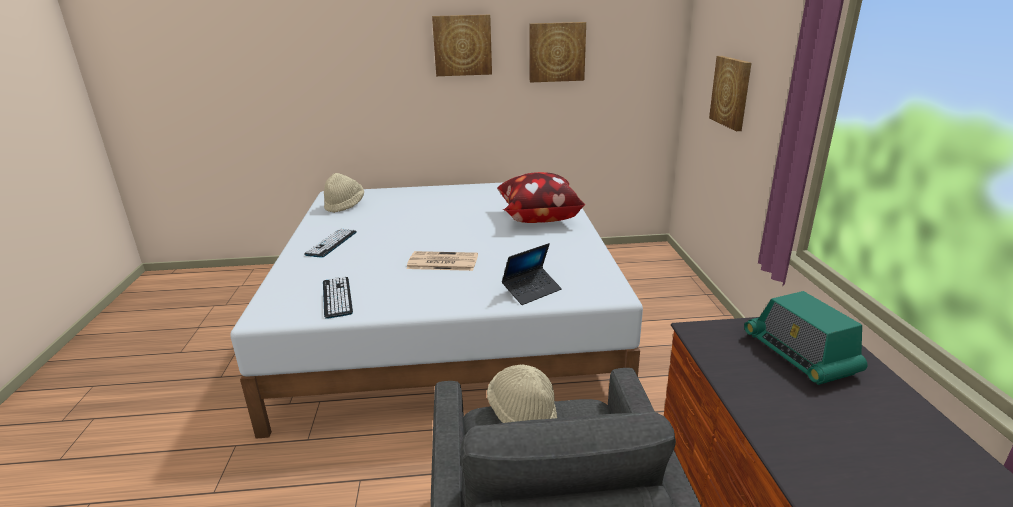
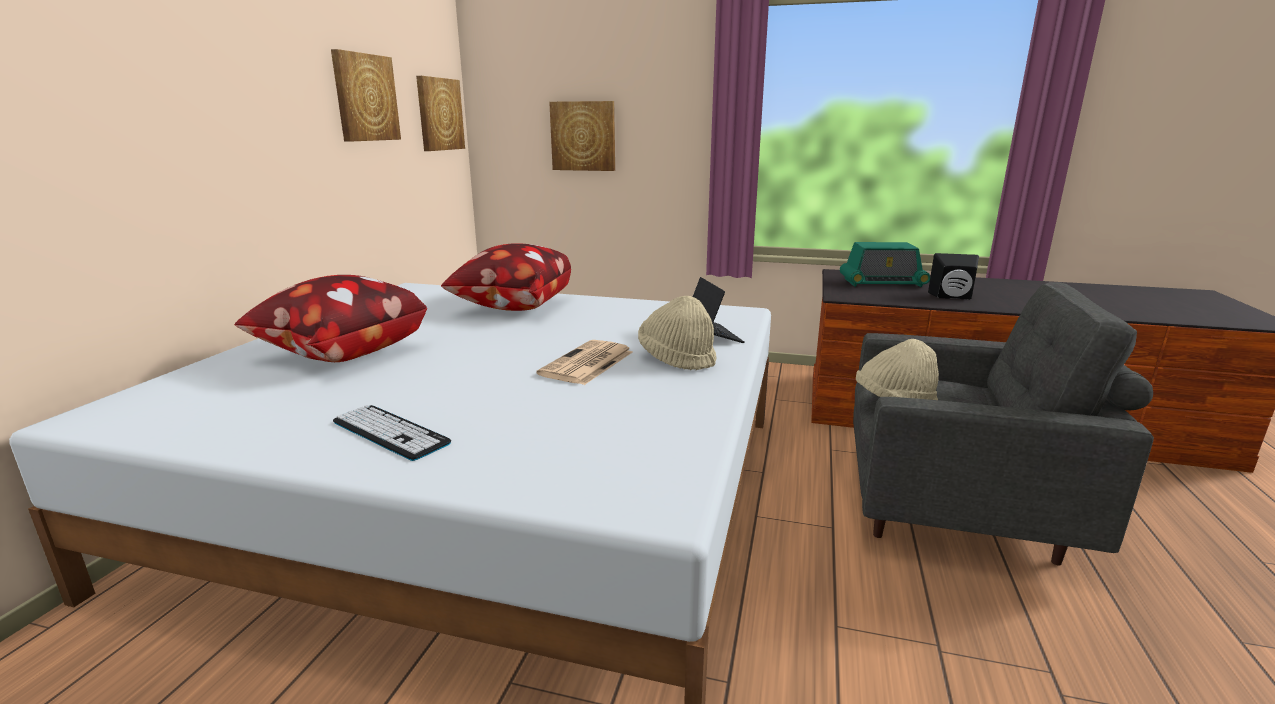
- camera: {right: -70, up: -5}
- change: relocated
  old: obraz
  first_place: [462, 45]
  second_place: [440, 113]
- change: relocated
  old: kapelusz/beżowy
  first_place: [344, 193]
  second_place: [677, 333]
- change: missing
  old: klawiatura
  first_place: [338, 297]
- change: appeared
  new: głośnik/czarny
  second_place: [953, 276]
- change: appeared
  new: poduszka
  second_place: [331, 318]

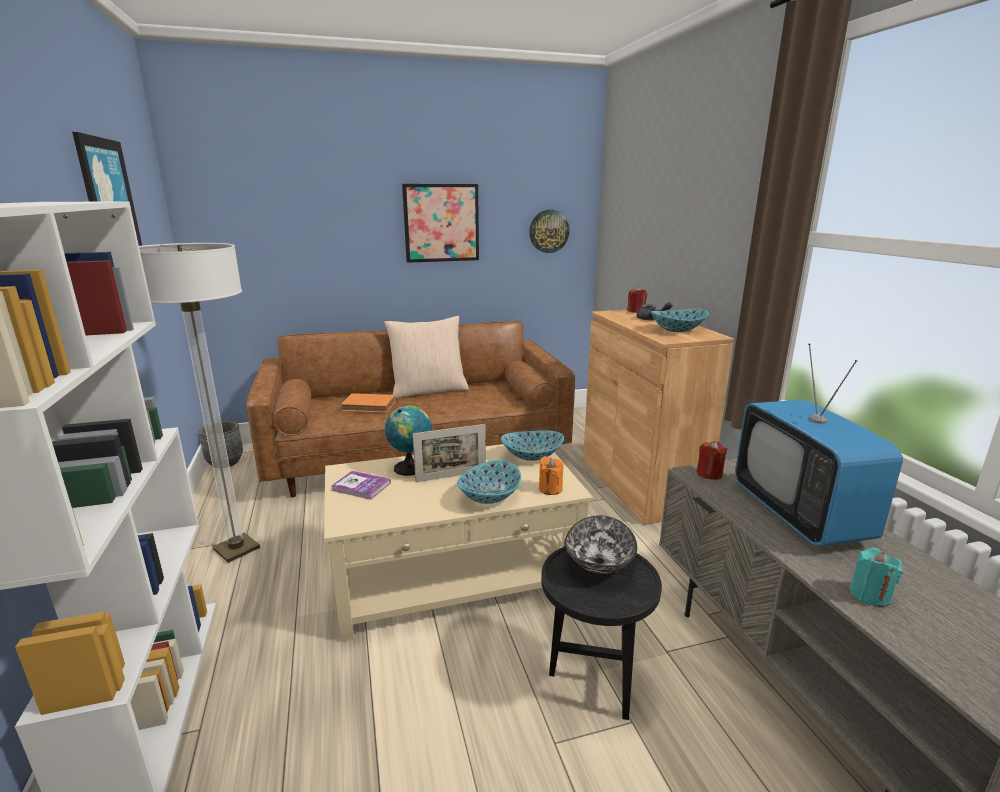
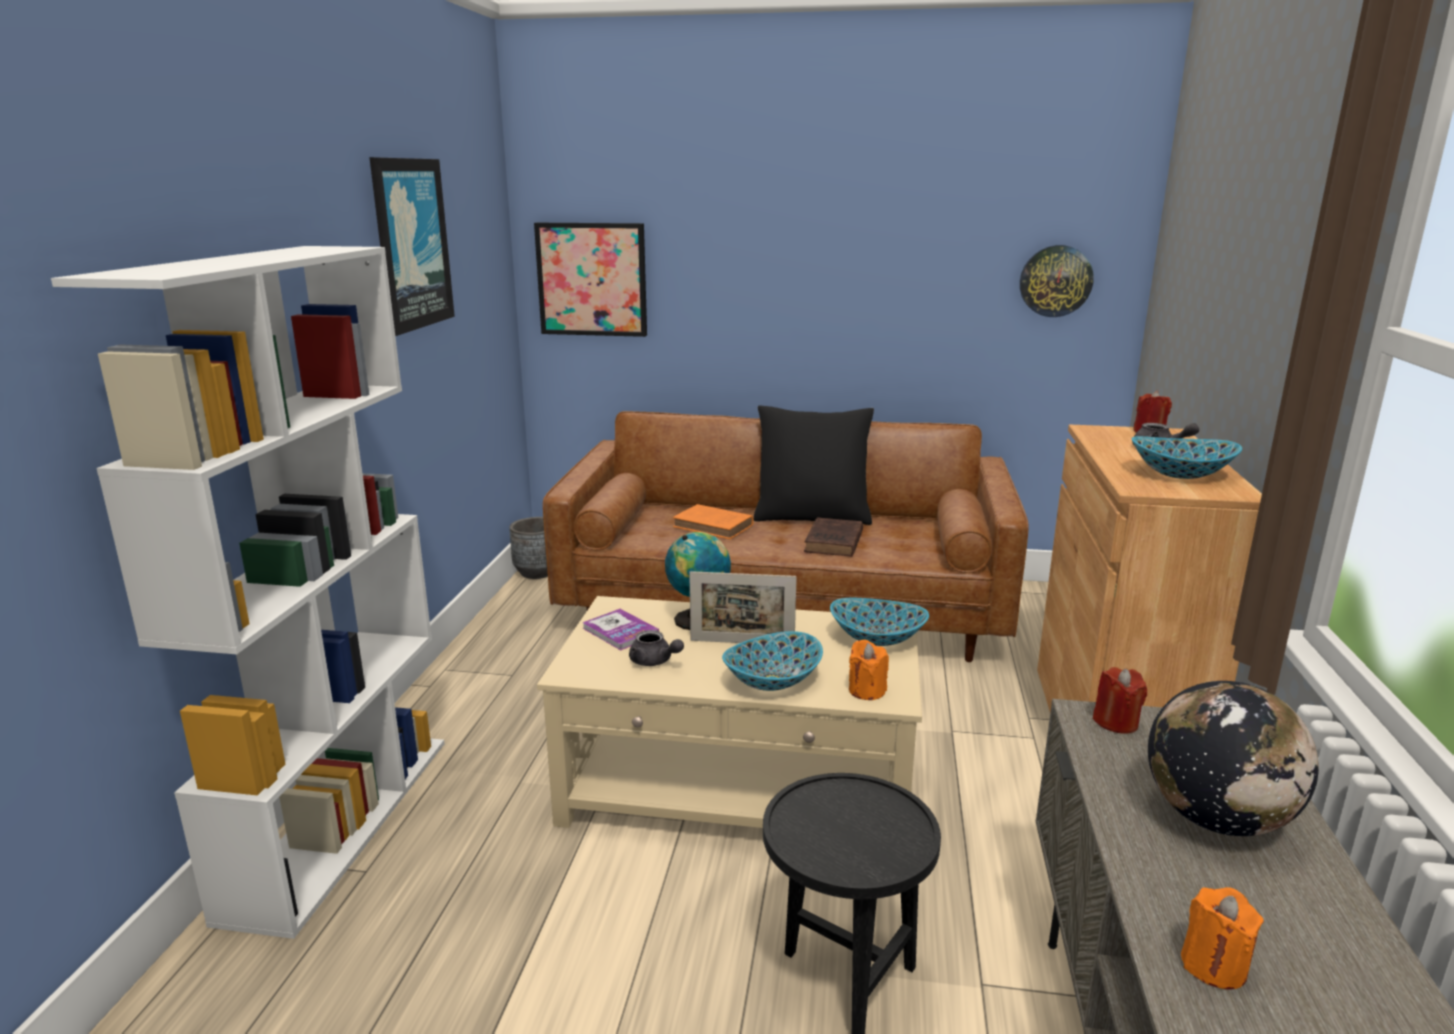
- camera: {right: 25, up: 0}
- change: relocated
  old: obraz
  first_place: [440, 223]
  second_place: [590, 280]
- change: missing
  old: lampa stojąca
  first_place: [199, 403]
- change: colour
  old: poduszka/beżowy
  new: poduszka/czarny
  first_place: [426, 357]
  second_place: [813, 465]
- change: exchanged
  old: telewizor
  new: globus
  first_place: [819, 444]
  second_place: [1233, 758]
- change: missing
  old: miska
  first_place: [601, 544]
- change: colour
  old: świeca/turkusowy
  new: świeca/pomarańczowy
  first_place: [876, 577]
  second_place: [1222, 938]
- change: appeared
  new: książka/brązowy
  second_place: [833, 537]
- change: appeared
  new: imbryk/szary
  second_place: [656, 648]

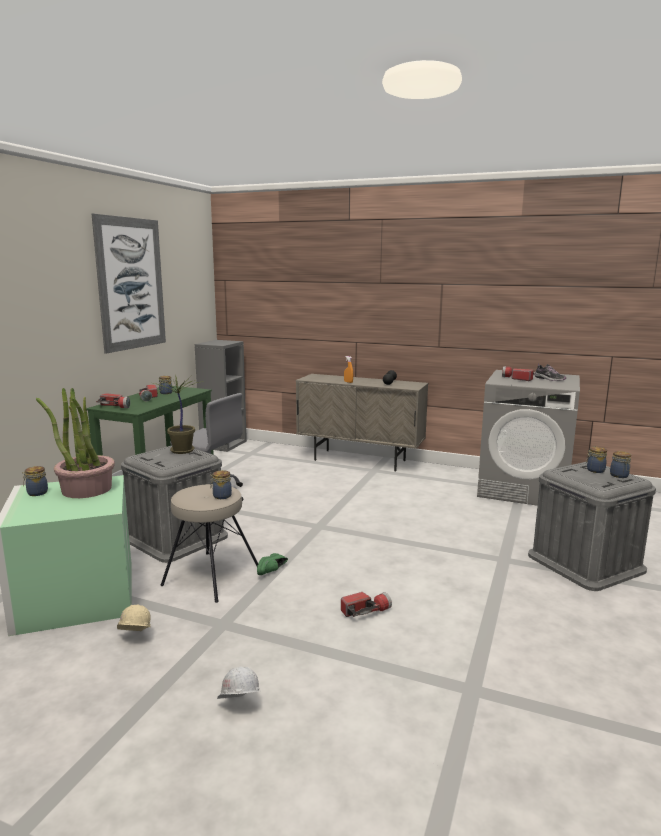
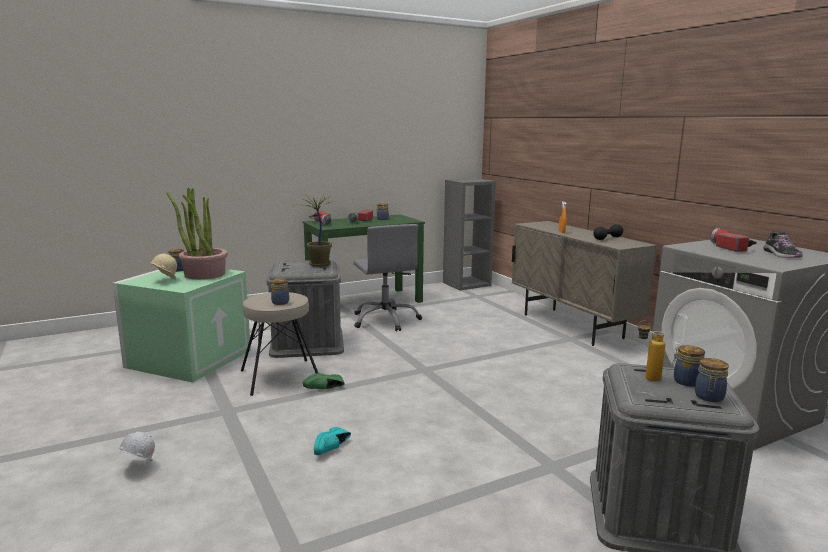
- camera: {right: 40, up: 0}
- change: missing
  old: obraz
  first_place: [129, 284]
- change: exchanged
  old: latarka
  new: but/turkusowy
  first_place: [366, 604]
  second_place: [332, 441]
- change: relocated
  old: kask/beżowy
  first_place: [134, 617]
  second_place: [164, 266]
- change: appeared
  new: butelka
  second_place: [651, 351]

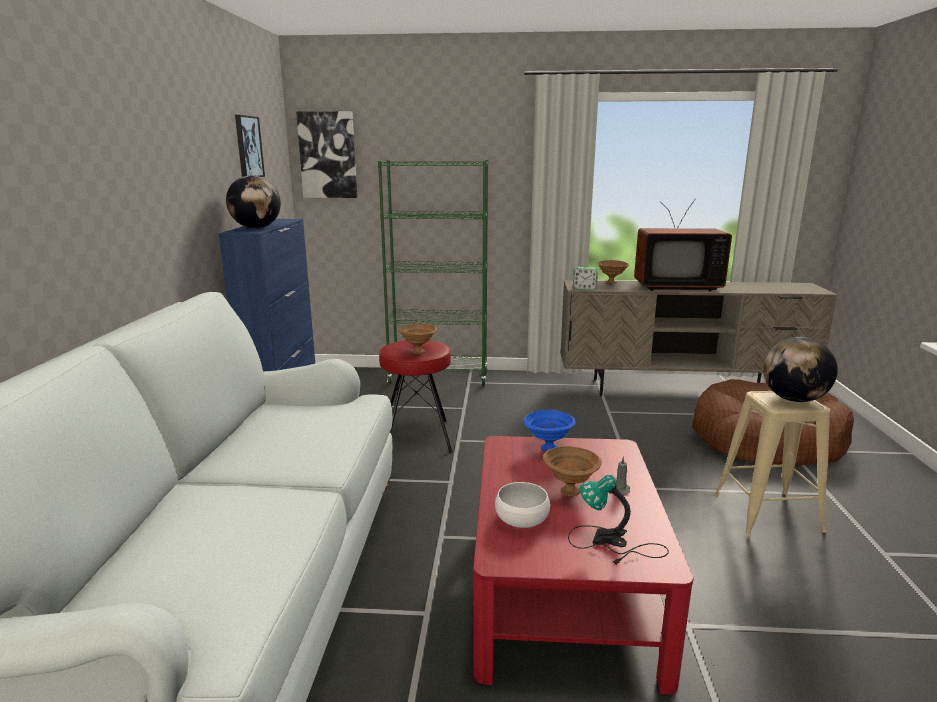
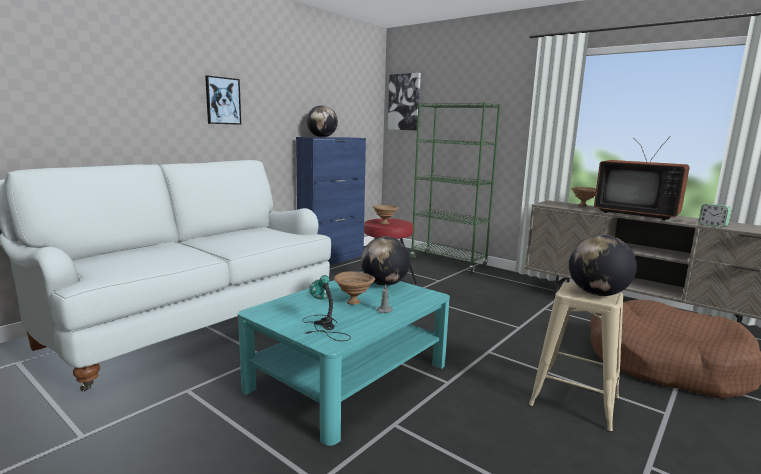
- camera: {right: 35, up: -5}
- change: relocated
  old: obraz
  first_place: [250, 146]
  second_place: [223, 100]
- change: relocated
  old: budzik
  first_place: [585, 278]
  second_place: [715, 216]
- change: exchanged
  old: miska/niebieski
  new: globus
  first_place: [549, 431]
  second_place: [385, 261]
- change: colour
  old: ława/czerwony
  new: ława/turkusowy
  first_place: [583, 565]
  second_place: [344, 358]
- change: missing
  old: miska/biały
  first_place: [522, 505]

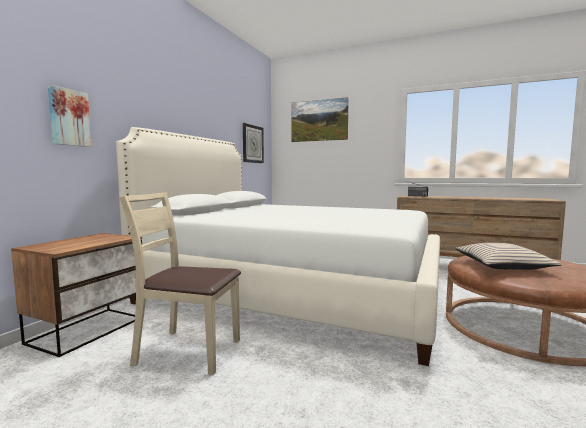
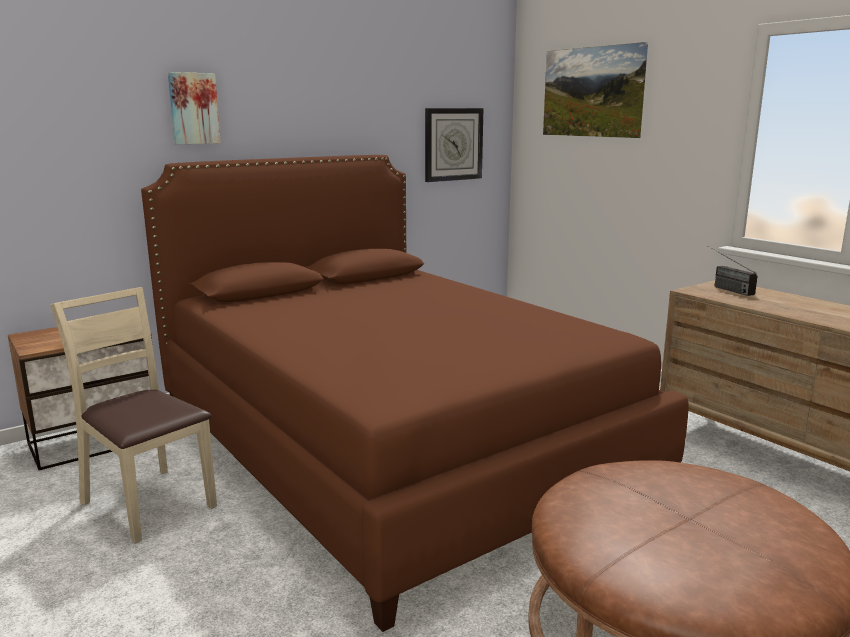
- camera: {right: 30, up: 10}
- change: relocated
  old: obraz
  first_place: [69, 116]
  second_place: [194, 108]
- change: colour
  old: łóżko/biały
  new: łóżko/brązowy
  first_place: [278, 246]
  second_place: [415, 393]
- change: missing
  old: poduszka/beżowy
  first_place: [508, 256]

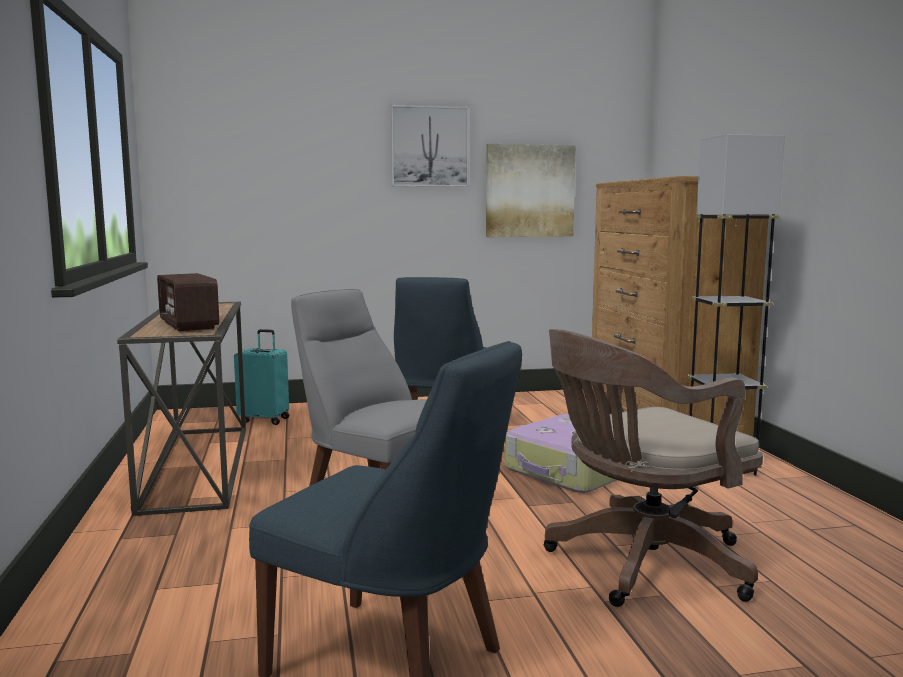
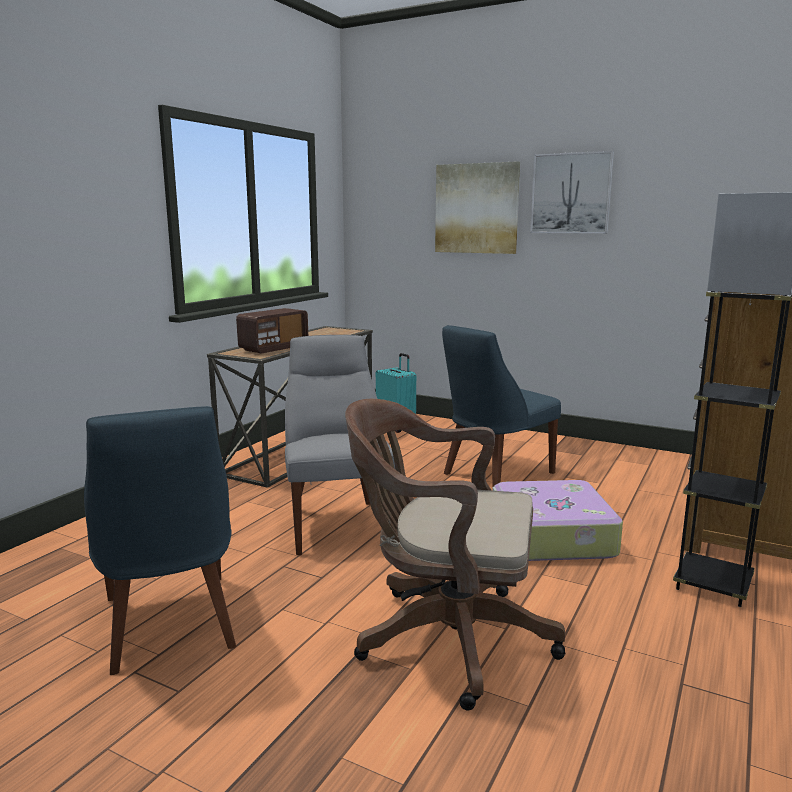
- camera: {right: 40, up: 5}
- change: relocated
  old: obraz
  first_place: [531, 190]
  second_place: [477, 207]
- change: spun
  old: radio
  first_place: [188, 302]
  second_place: [272, 331]
  degrees: -150

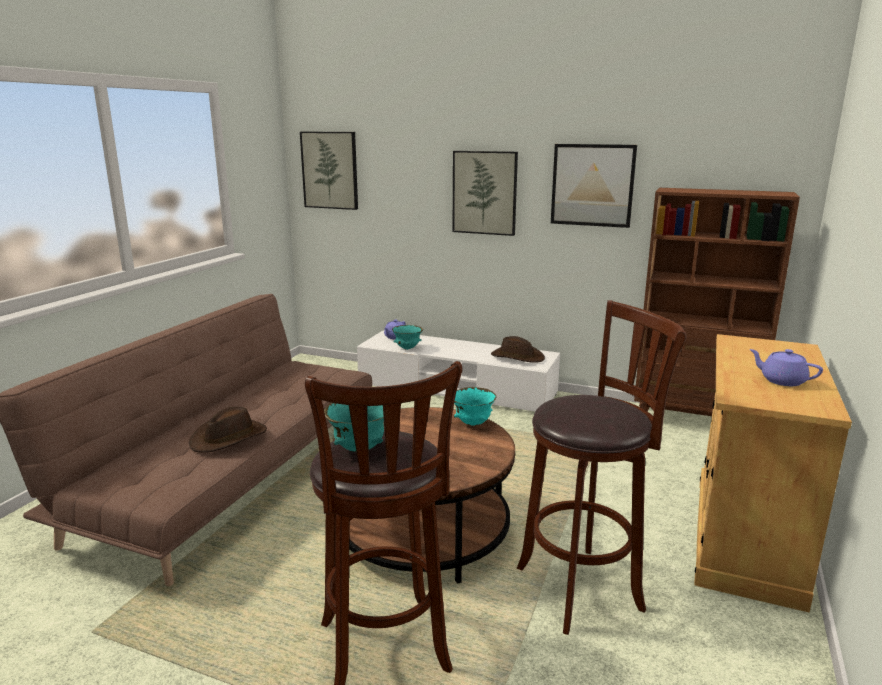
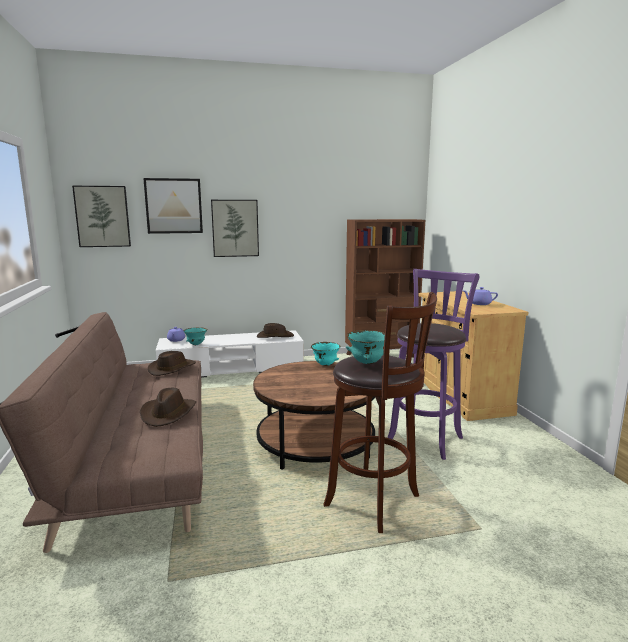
- camera: {right: -35, up: -5}
- change: relocated
  old: obraz
  first_place: [594, 186]
  second_place: [173, 206]
- change: colour
  old: stołek/brązowy
  new: stołek/fioletowy
  first_place: [601, 467]
  second_place: [433, 364]
- change: appeared
  new: kapelusz/brązowy
  second_place: [172, 363]

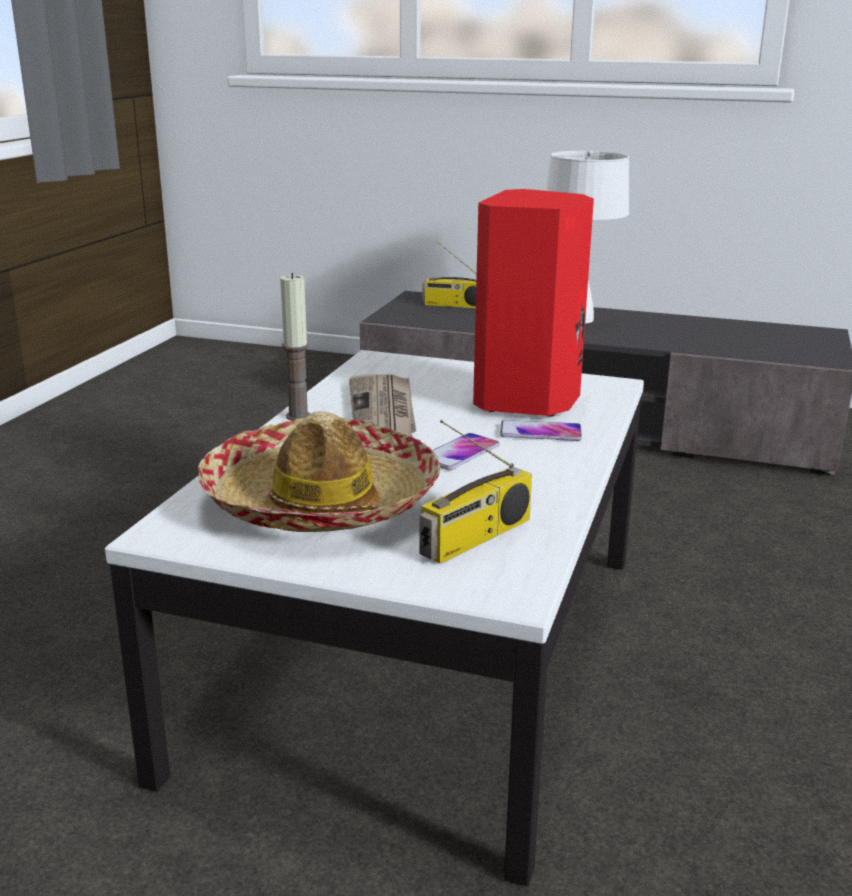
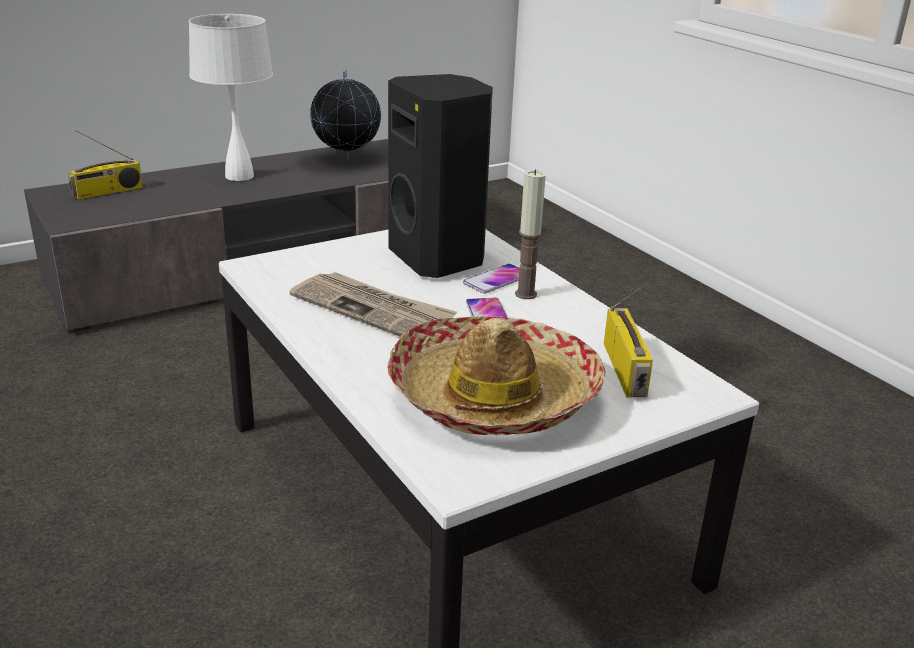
- camera: {right: -50, up: 5}
- change: colour
  old: głośnik/czerwony
  new: głośnik/czarny
  first_place: [533, 303]
  second_place: [440, 176]
- change: relocated
  old: świeca
  first_place: [295, 347]
  second_place: [530, 234]
- change: appeared
  new: globus
  second_place: [345, 114]

